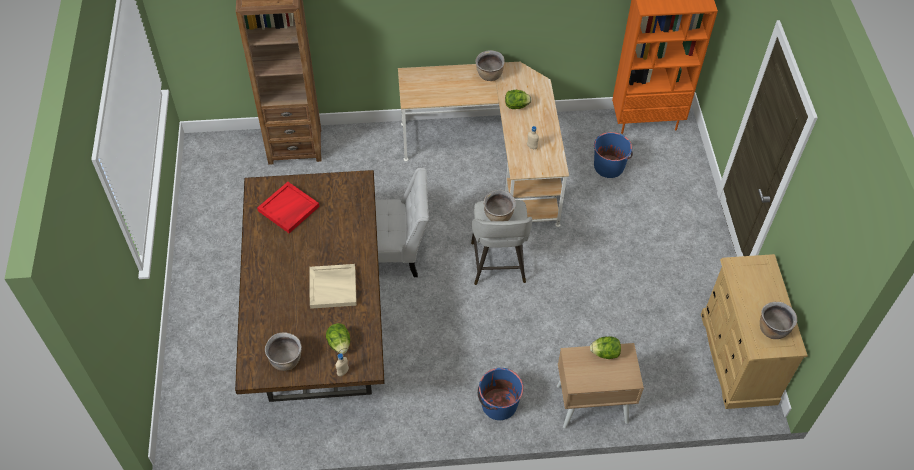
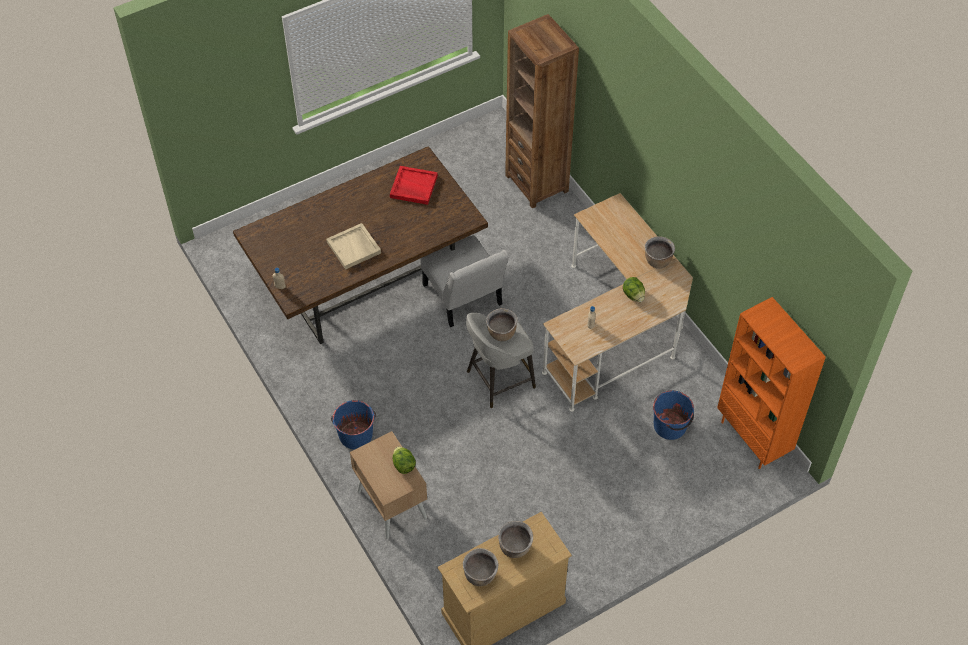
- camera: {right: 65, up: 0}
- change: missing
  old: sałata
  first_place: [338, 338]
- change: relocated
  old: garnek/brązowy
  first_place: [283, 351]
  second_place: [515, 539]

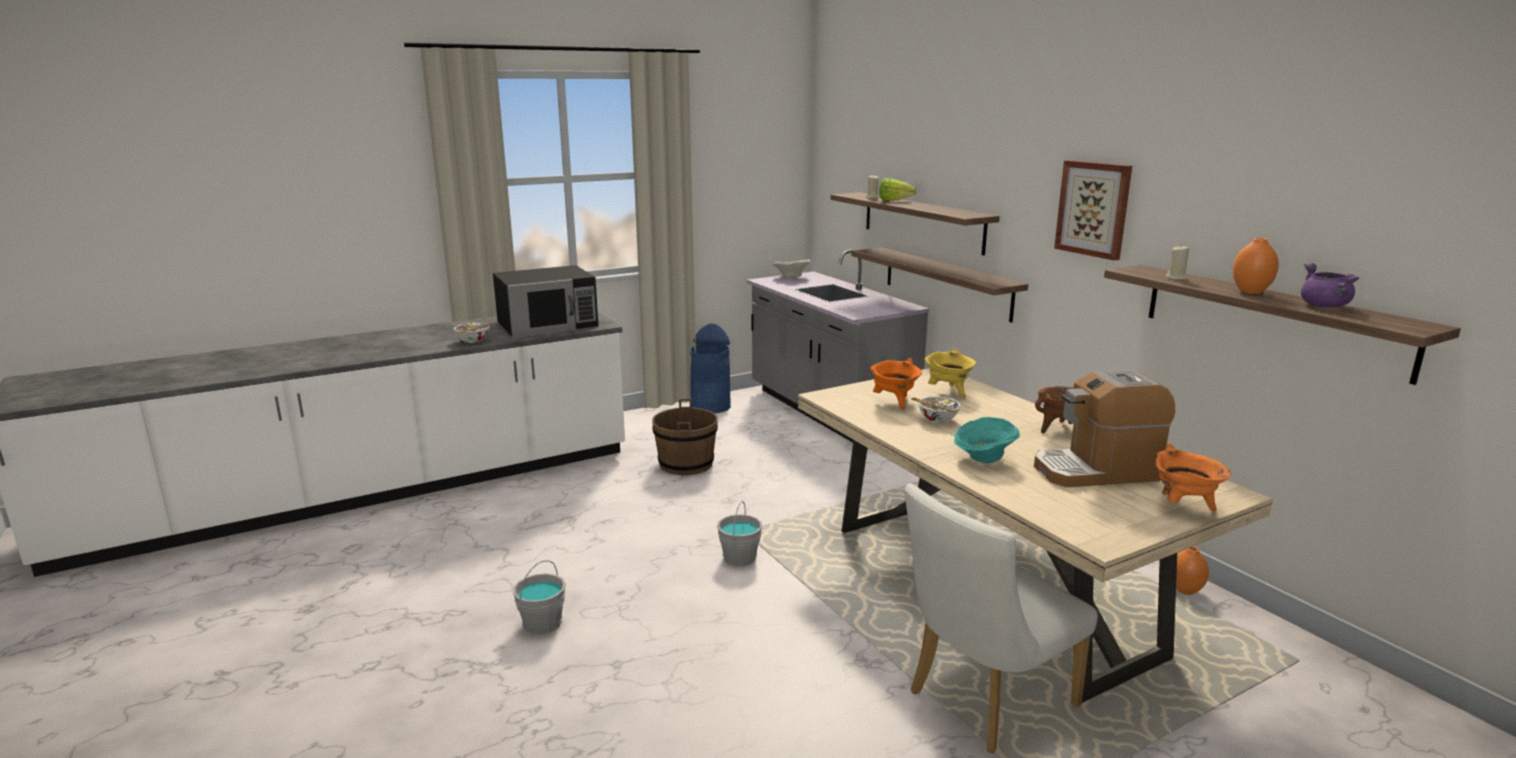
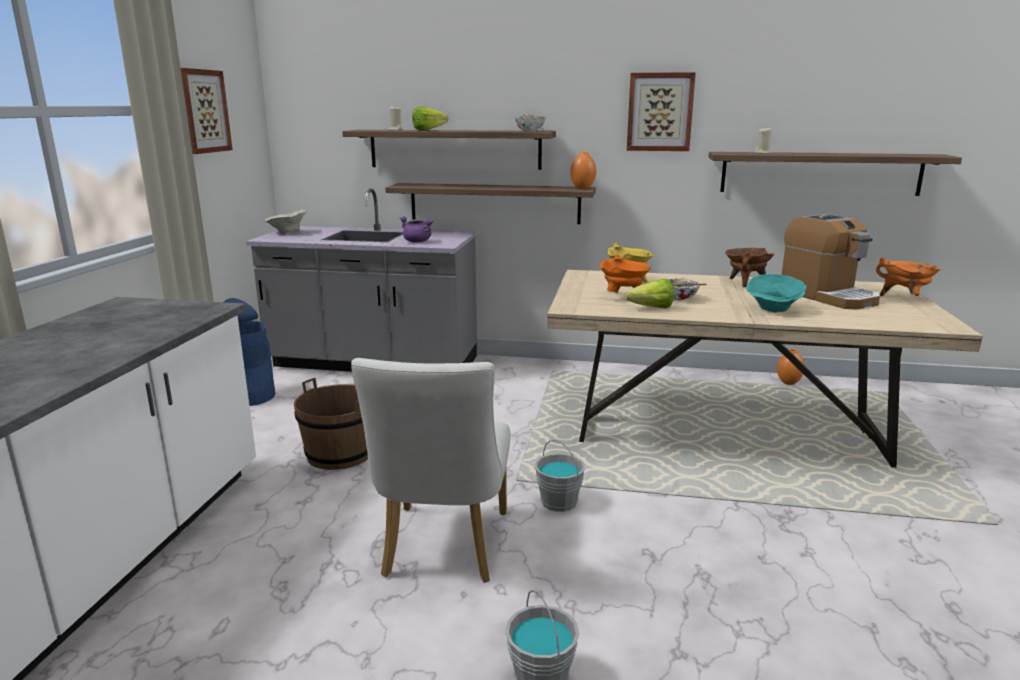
- camera: {right: -50, up: 0}
- change: relocated
  old: wazon/pomarańczowy
  first_place: [1256, 266]
  second_place: [583, 170]
- change: relocated
  old: garnek/fioletowy
  first_place: [1330, 285]
  second_place: [416, 229]
- change: missing
  old: mikrofalówka/czarny
  first_place: [545, 301]
- change: relocated
  old: miska
  first_place: [473, 332]
  second_place: [530, 122]
- change: spun
  old: ekspres do kawy
  first_place: [1104, 428]
  second_place: [831, 262]
  degrees: -60
- change: relocated
  old: krzesło/biały
  first_place: [1001, 619]
  second_place: [431, 470]
- change: appeared
  new: obraz
  second_place: [207, 111]
- change: appeared
  new: sałata
  second_place: [650, 294]

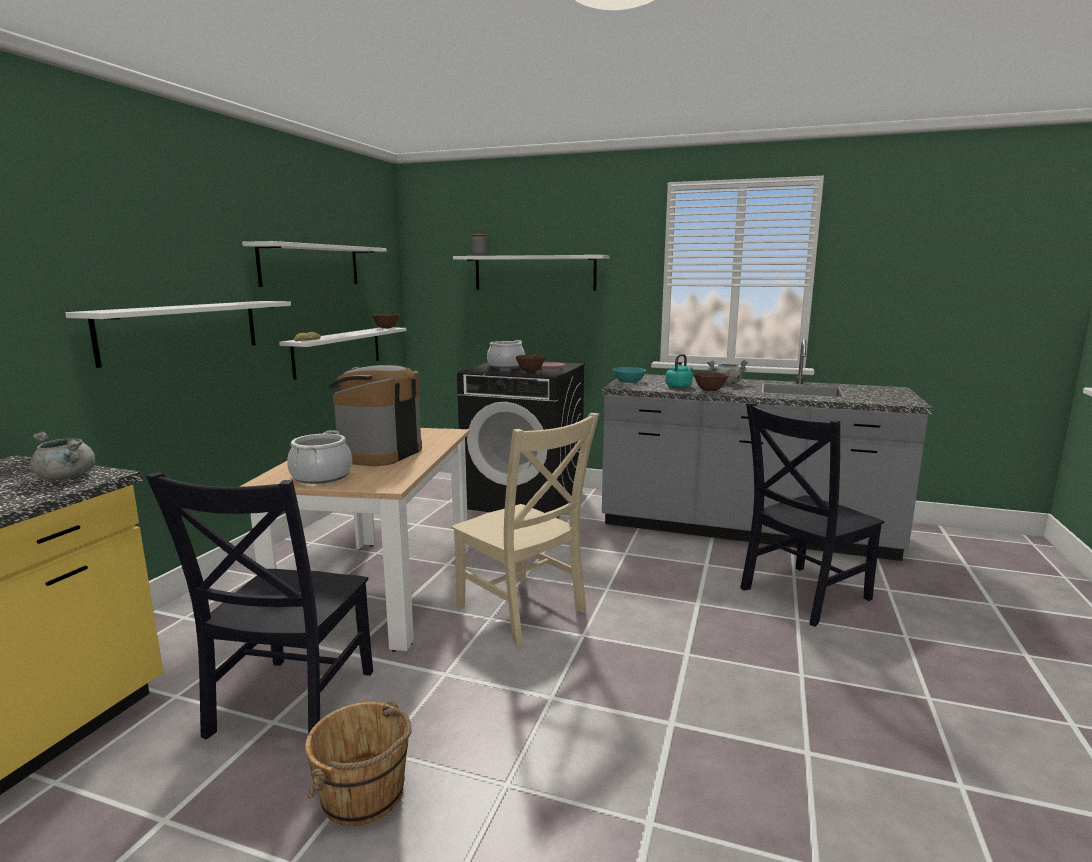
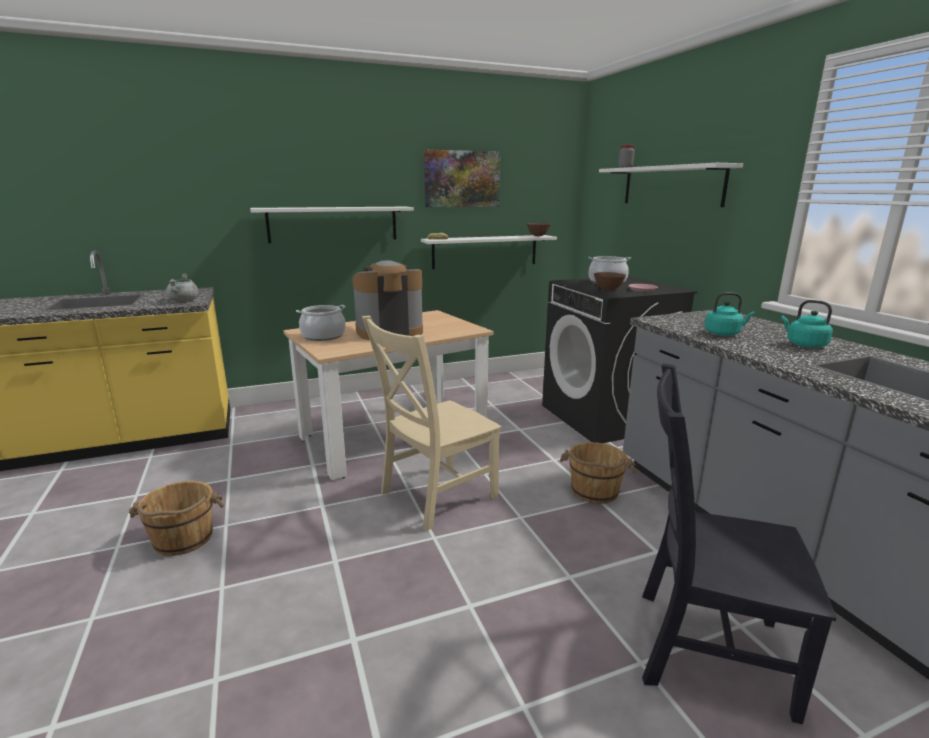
- camera: {right: 50, up: 5}
- change: exchanged
  old: półka/biały
  new: obraz
  first_place: [314, 264]
  second_place: [462, 178]
- change: exchanged
  old: garnek/szary
  new: czajnik/turkusowy
  first_place: [727, 372]
  second_place: [807, 324]
- change: missing
  old: miska/turkusowy
  first_place: [629, 375]
- change: missing
  old: miska/brązowy
  first_place: [711, 381]
- change: spun
  old: krzesło/beżowy
  first_place: [525, 529]
  second_place: [432, 423]
  degrees: 45
- change: missing
  old: krzesło/czarny
  first_place: [259, 605]
- change: appeared
  new: wiadro/brązowy
  second_place: [598, 473]

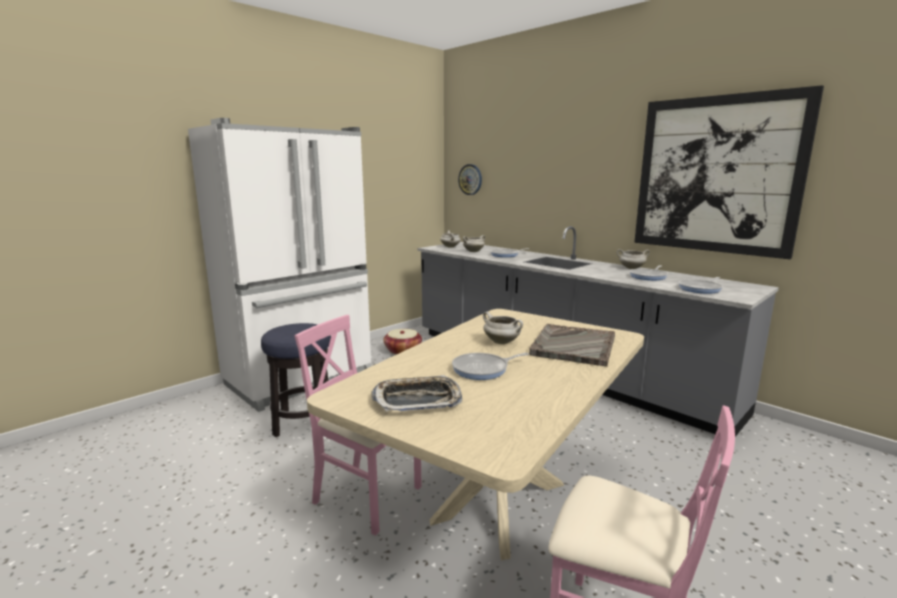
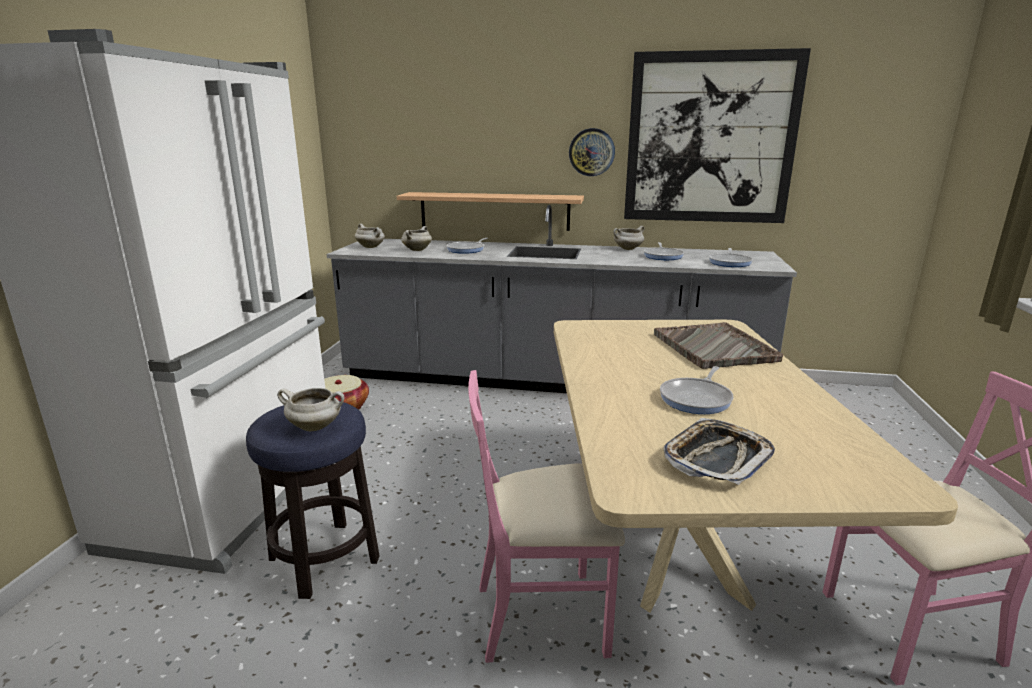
- camera: {right: -35, up: 5}
- change: relocated
  old: zegar ścienny
  first_place: [470, 179]
  second_place: [592, 152]
- change: relocated
  old: garnek/biały
  first_place: [503, 328]
  second_place: [310, 410]
- change: appeared
  new: półka
  second_place: [490, 211]

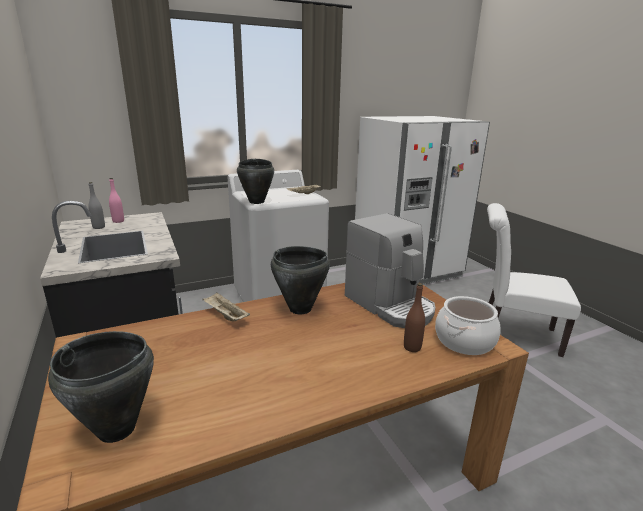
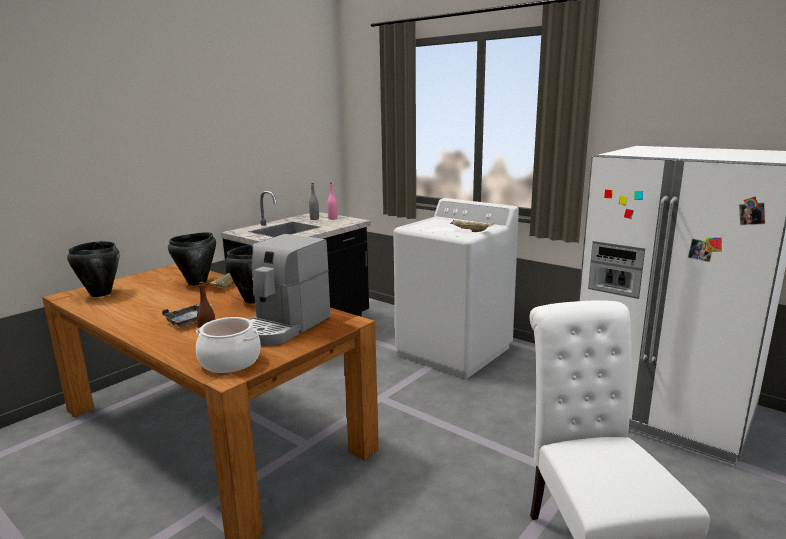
- camera: {right: 65, up: -5}
- change: relocated
  old: garnek/czarny
  first_place: [255, 181]
  second_place: [192, 258]
- change: appeared
  new: taca/szary
  second_place: [187, 315]

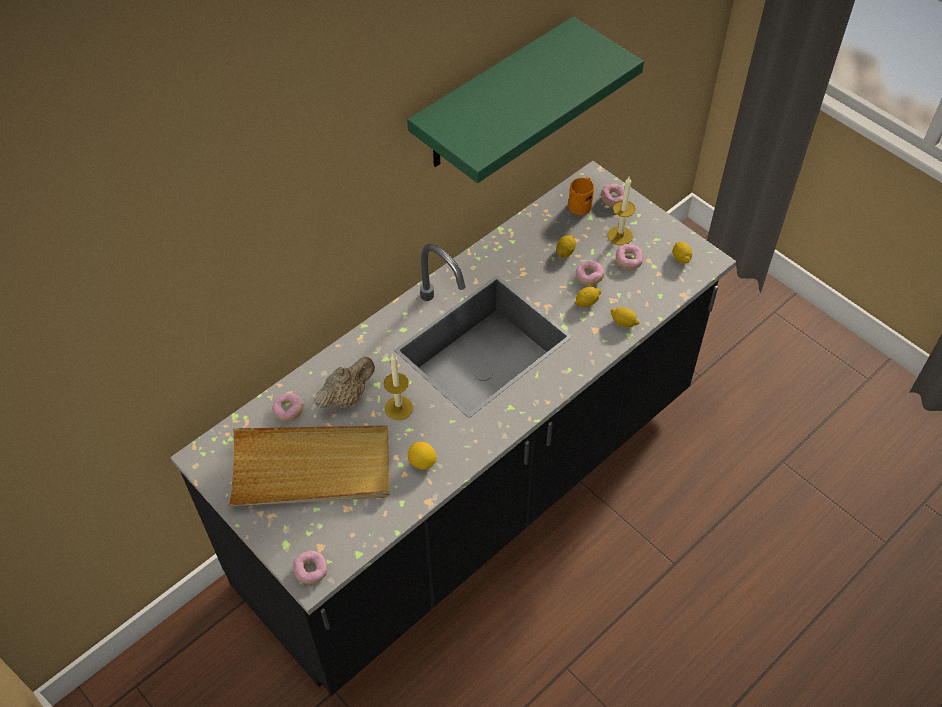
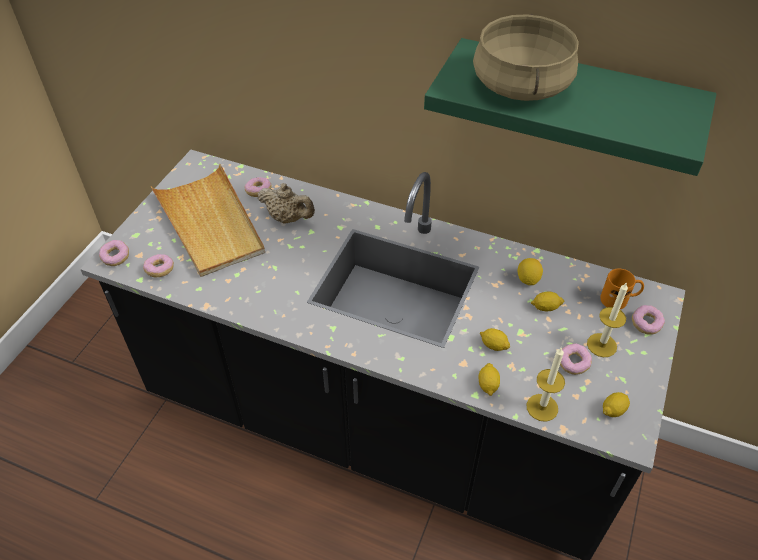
- camera: {right: 65, up: -5}
- change: relocated
  old: donut
  first_place: [590, 273]
  second_place: [158, 265]
- change: relocated
  old: świeca
  first_place: [398, 387]
  second_place: [546, 384]
- change: relocated
  old: cytryna
  first_place: [422, 456]
  second_place: [530, 271]
- change: appeared
  new: garnek/beżowy
  second_place: [526, 57]

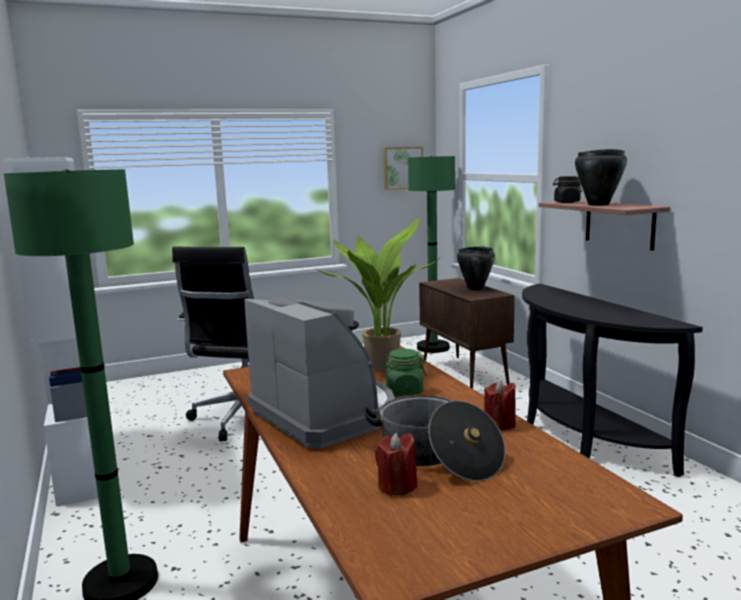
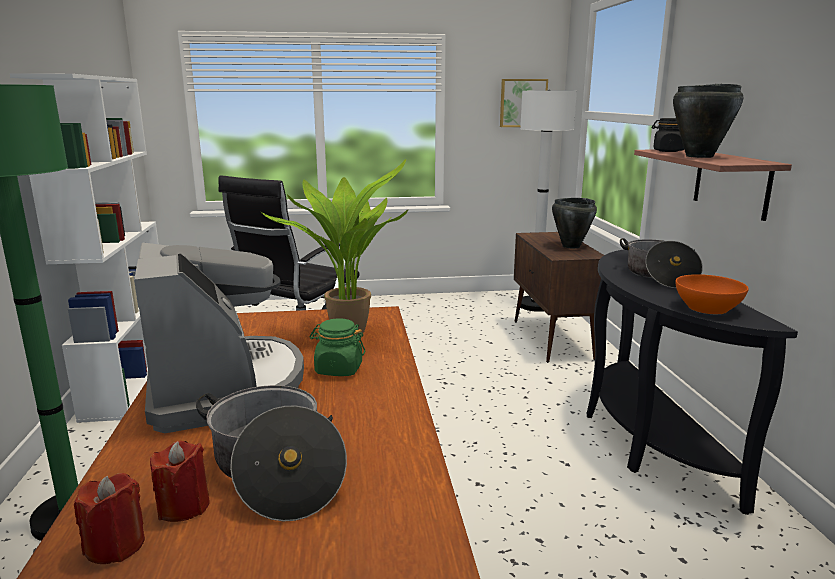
- camera: {right: 15, up: 5}
- change: colour
  old: lampa stojąca/zielony
  new: lampa stojąca/biały
  first_place: [431, 254]
  second_place: [548, 201]
- change: relocated
  old: świeca/czerwony
  first_place: [500, 405]
  second_place: [109, 518]
- change: appeared
  new: garnek
  second_place: [661, 263]
- change: appeared
  new: miska/pomarańczowy
  second_place: [712, 294]

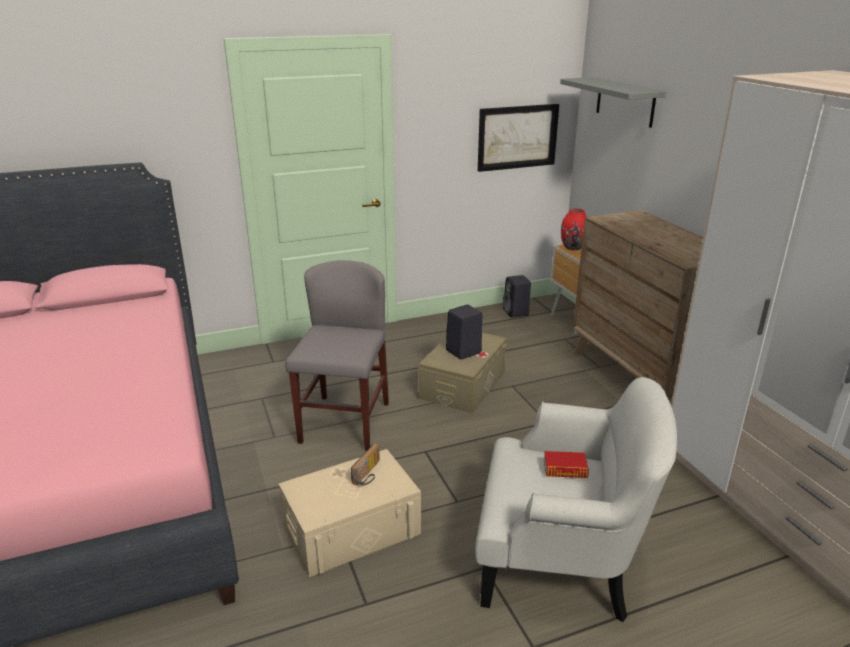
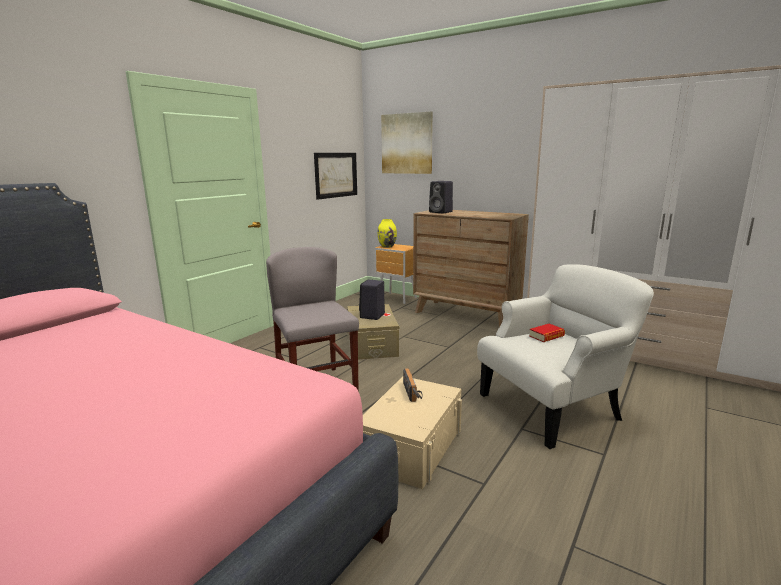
- camera: {right: -35, up: -10}
- change: exchanged
  old: półka/szary
  new: obraz
  first_place: [613, 102]
  second_place: [407, 143]
- change: colour
  old: wazon/czerwony
  new: wazon/żółty
  first_place: [574, 229]
  second_place: [387, 233]
- change: relocated
  old: głośnik/czarny
  first_place: [517, 296]
  second_place: [441, 197]

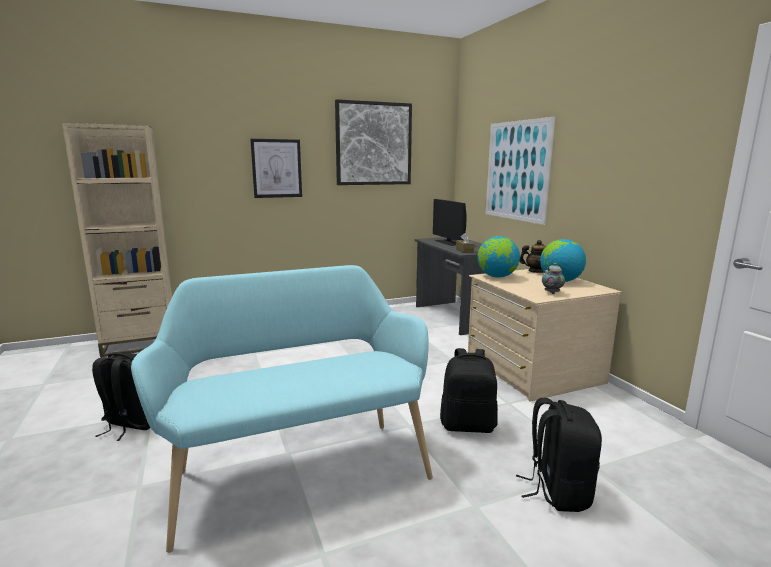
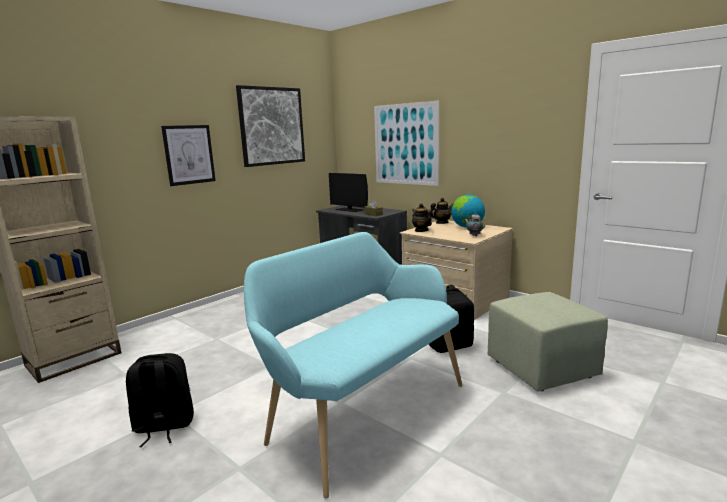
- camera: {right: -25, up: 0}
- change: exchanged
  old: globus
  new: imbryk
  first_place: [499, 257]
  second_place: [422, 217]
- change: exchanged
  old: plecak/czarny
  new: pufa/zielony
  first_place: [559, 455]
  second_place: [548, 342]

